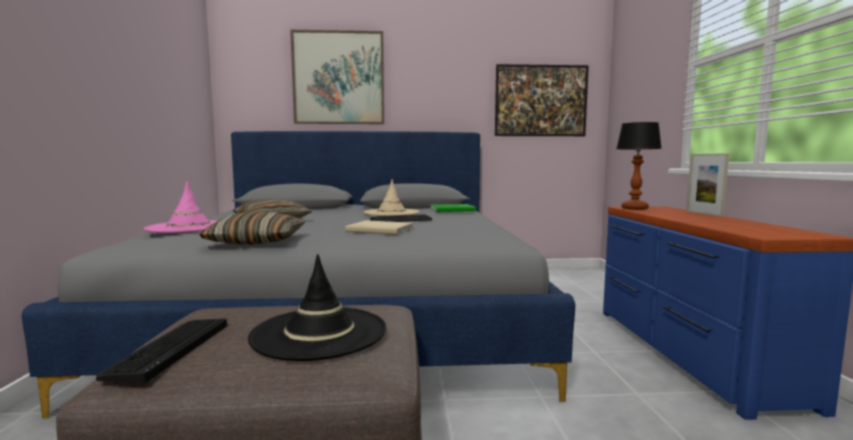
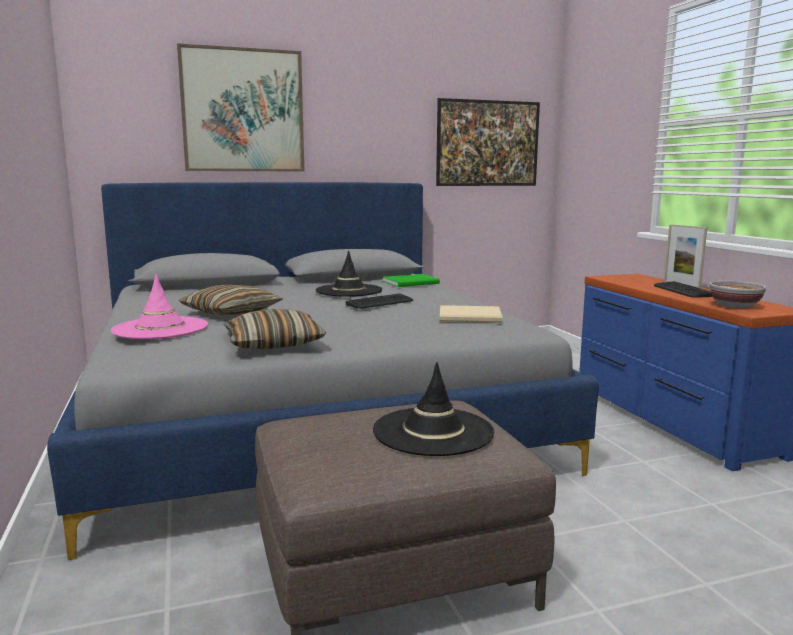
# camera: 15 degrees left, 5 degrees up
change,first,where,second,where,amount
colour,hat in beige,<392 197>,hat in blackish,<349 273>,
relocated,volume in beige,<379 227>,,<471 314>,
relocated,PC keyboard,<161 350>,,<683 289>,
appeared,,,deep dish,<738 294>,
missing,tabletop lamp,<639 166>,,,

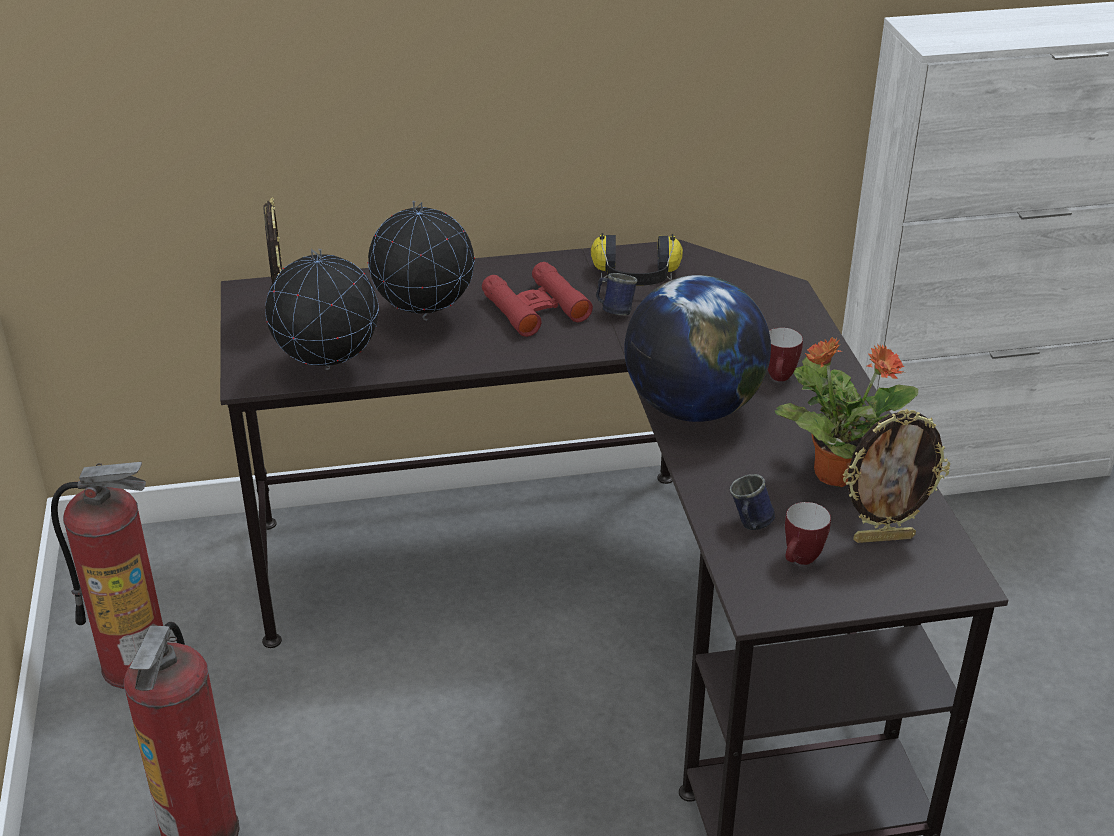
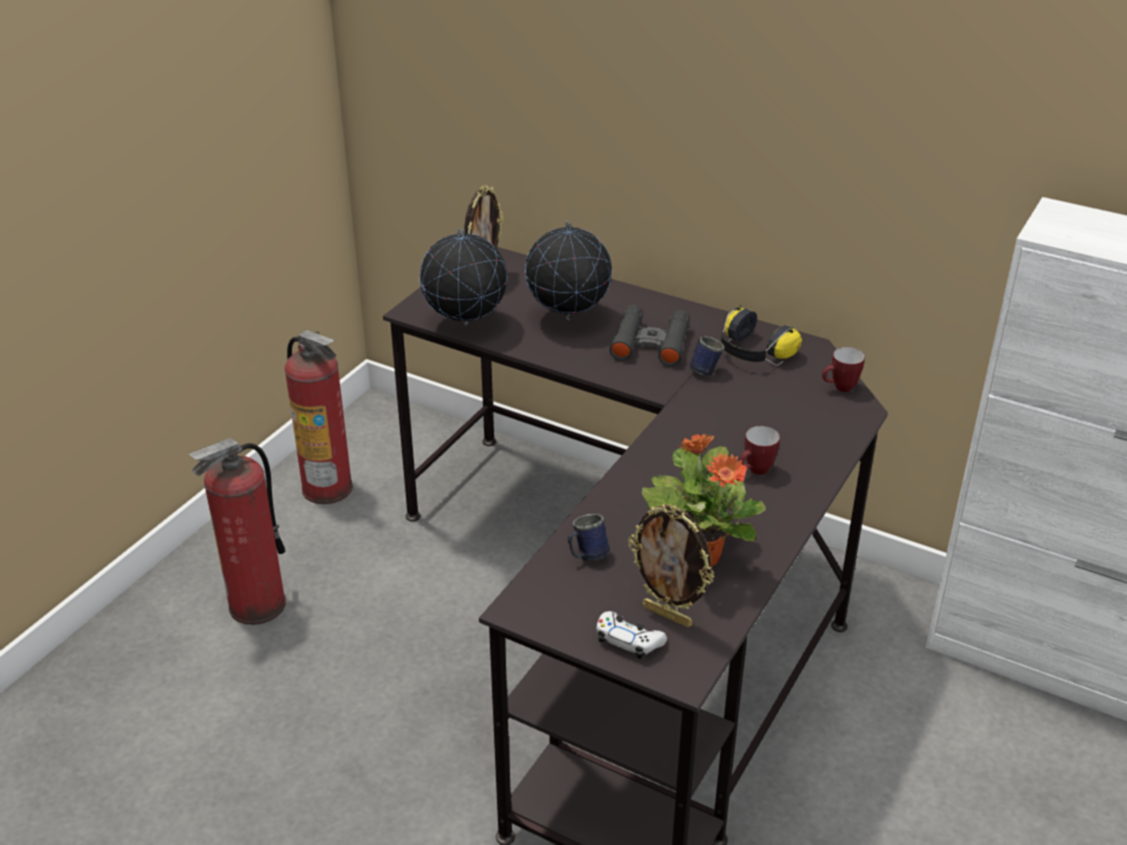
# camera: 40 degrees right, 0 degrees up
change,first,where,second,where,amount
appeared,,,game controller in whitish,<632 635>,
colour,pair of binoculars in reddish,<537 299>,pair of binoculars in blackish,<649 335>,
relocated,tea mug,<808 533>,,<843 369>,
missing,globe,<697 348>,,,

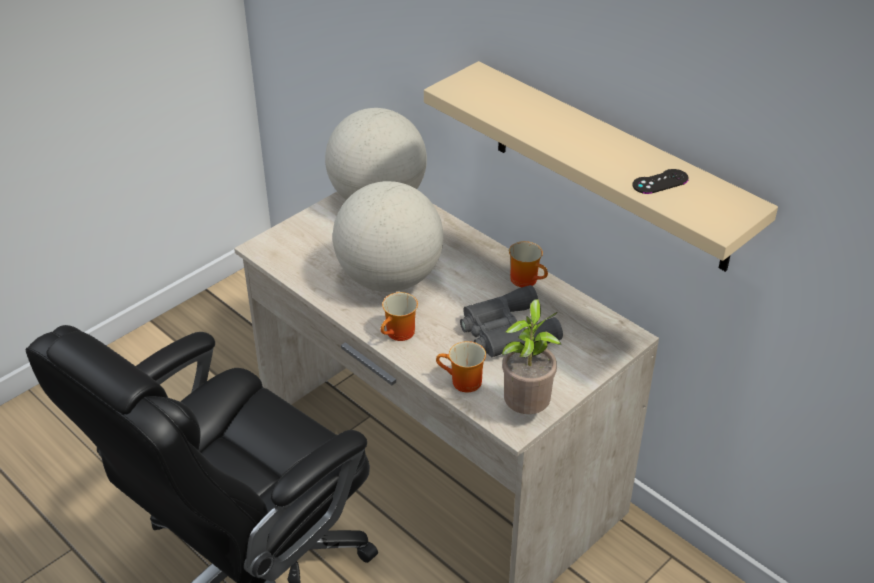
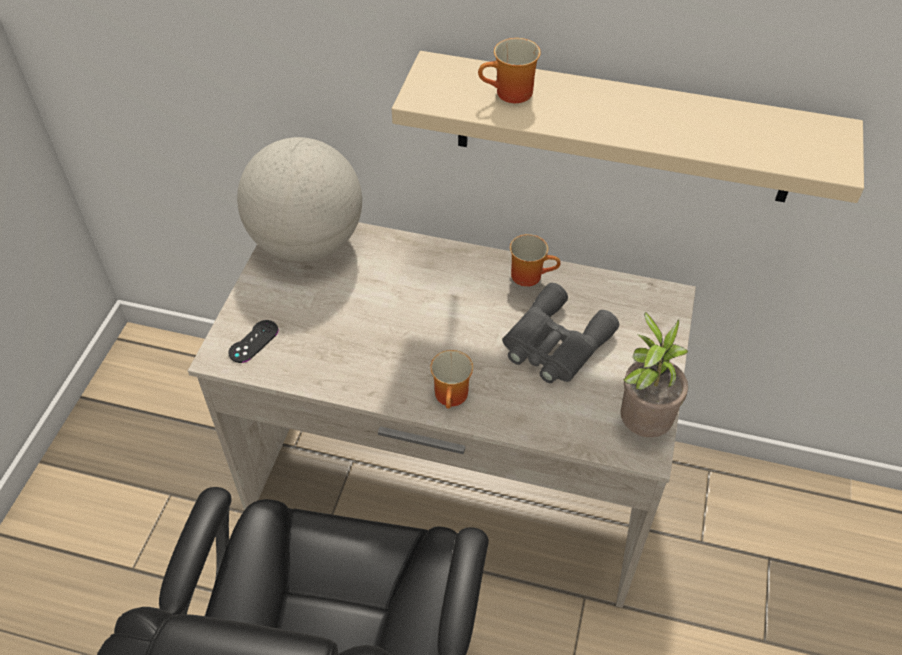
# camera: 30 degrees left, 10 degrees up
change,first,where,second,where,amount
relocated,game controller in blackish,<660 181>,,<253 341>,
relocated,tea mug,<461 367>,,<509 70>,
missing,globe,<388 236>,,,

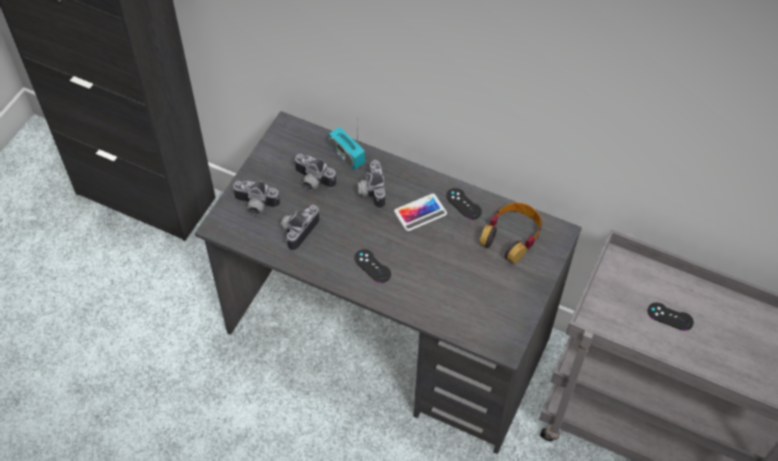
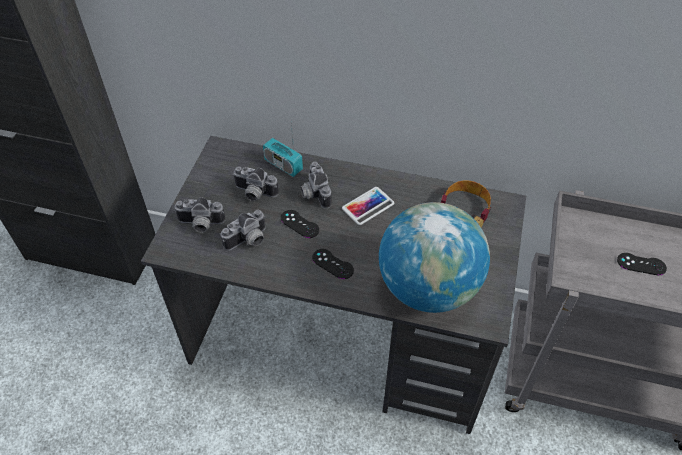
# camera: 10 degrees left, 5 degrees down
change,first,where,second,where,amount
spun,still camera,<300 228>,,<243 230>,150 degrees counterclockwise
relocated,game controller in blackish,<464 204>,,<300 224>,
appeared,,,globe,<434 257>,

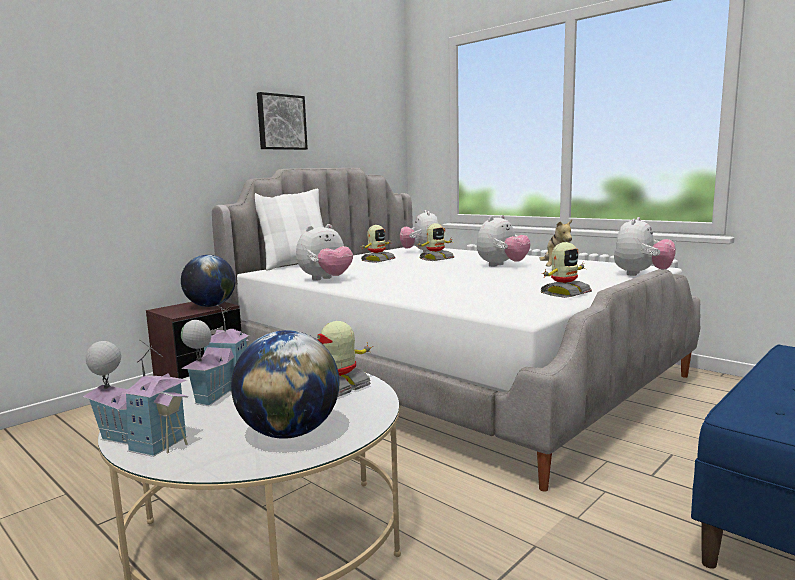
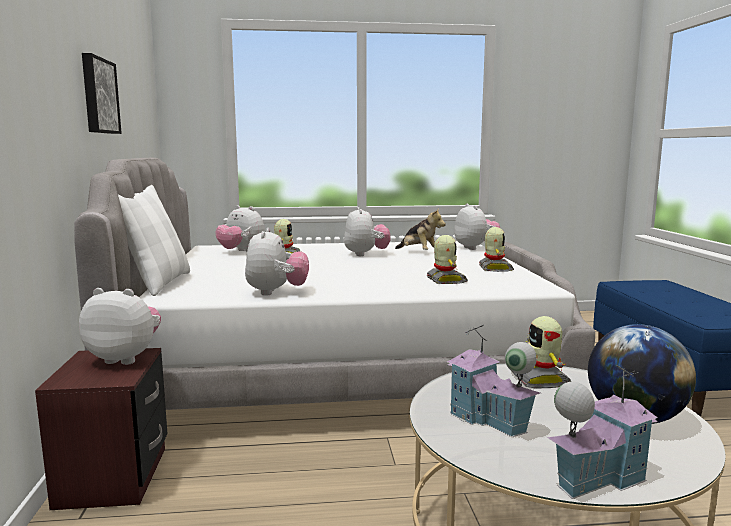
# camera: 50 degrees left, 0 degrees up
change,first,where,second,where,amount
exchanged,globe,<208 281>,cuddly toy,<120 326>,
relocated,toy robot,<378 244>,,<447 259>,

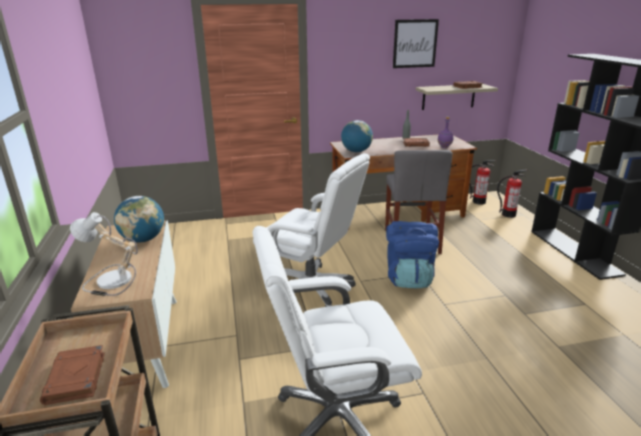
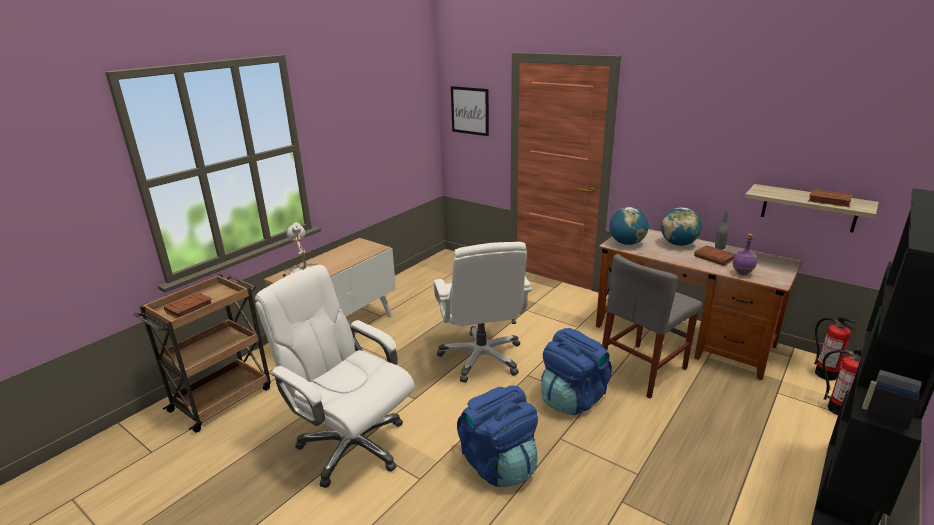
# camera: 50 degrees right, 0 degrees up
change,first,where,second,where,amount
relocated,wall art,<416 43>,,<470 111>,
appeared,,,backpack in blue,<497 436>,
relocated,globe,<139 219>,,<681 226>,

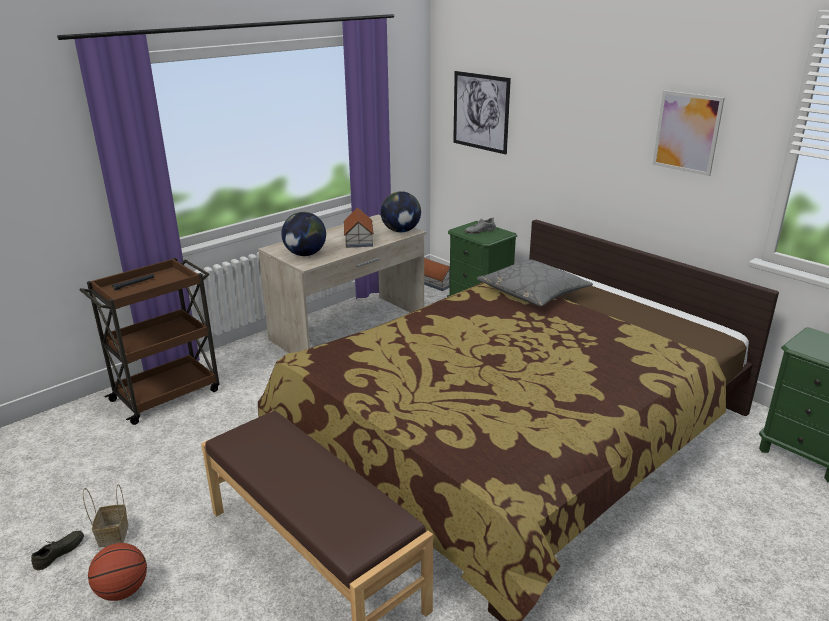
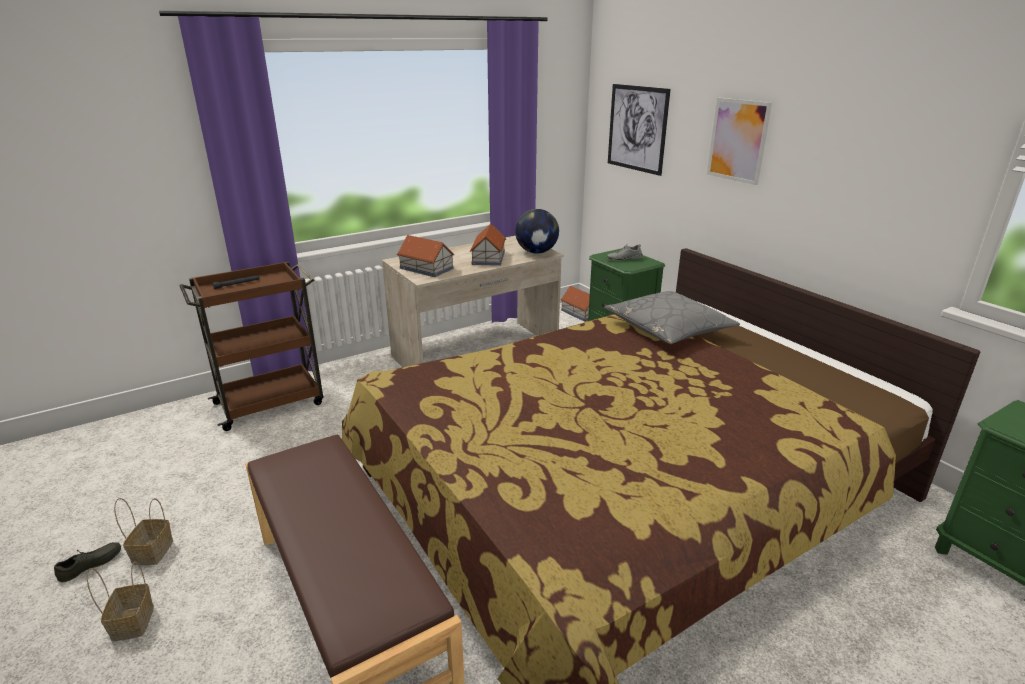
# camera: 10 degrees right, 0 degrees up
change,first,where,second,where,amount
exchanged,basketball ball,<117 572>,storage basket,<120 601>,
exchanged,globe,<303 234>,toy house,<426 256>,
relocated,wall art,<688 133>,,<739 141>,

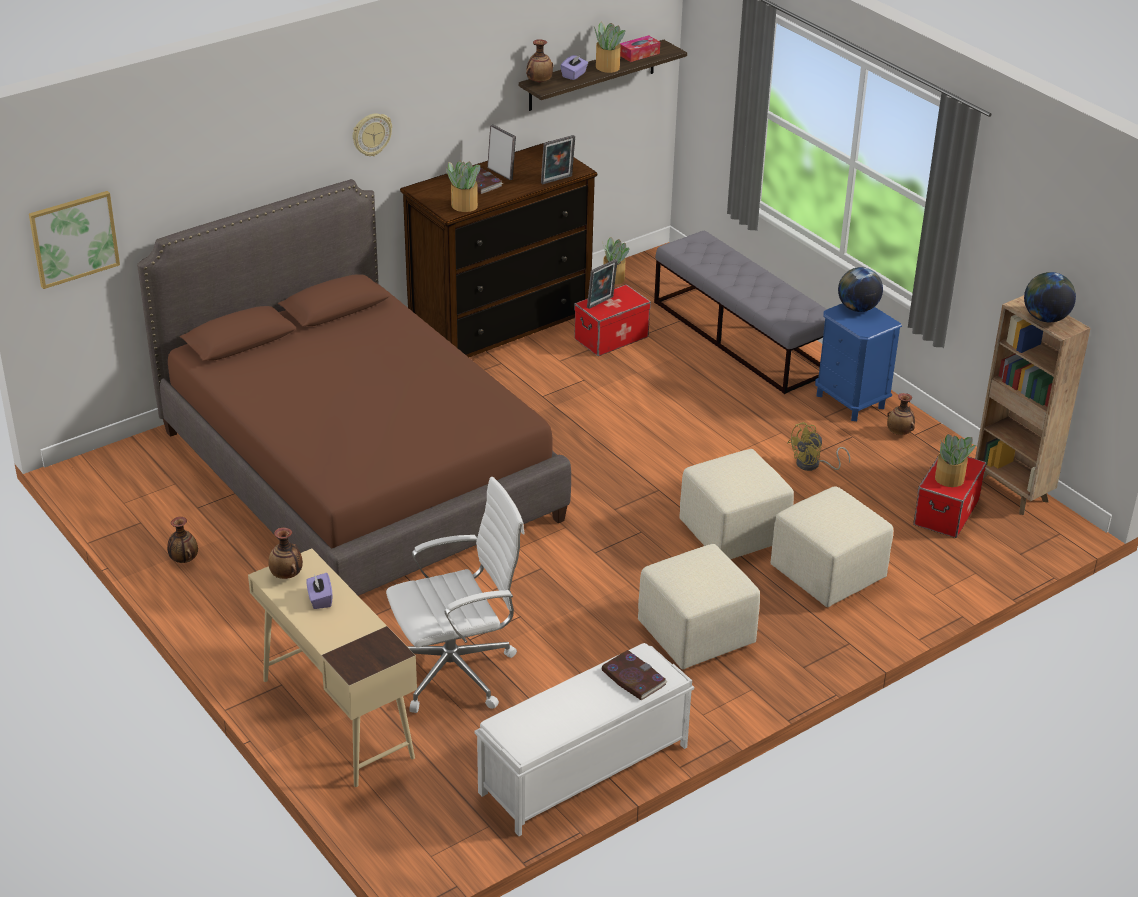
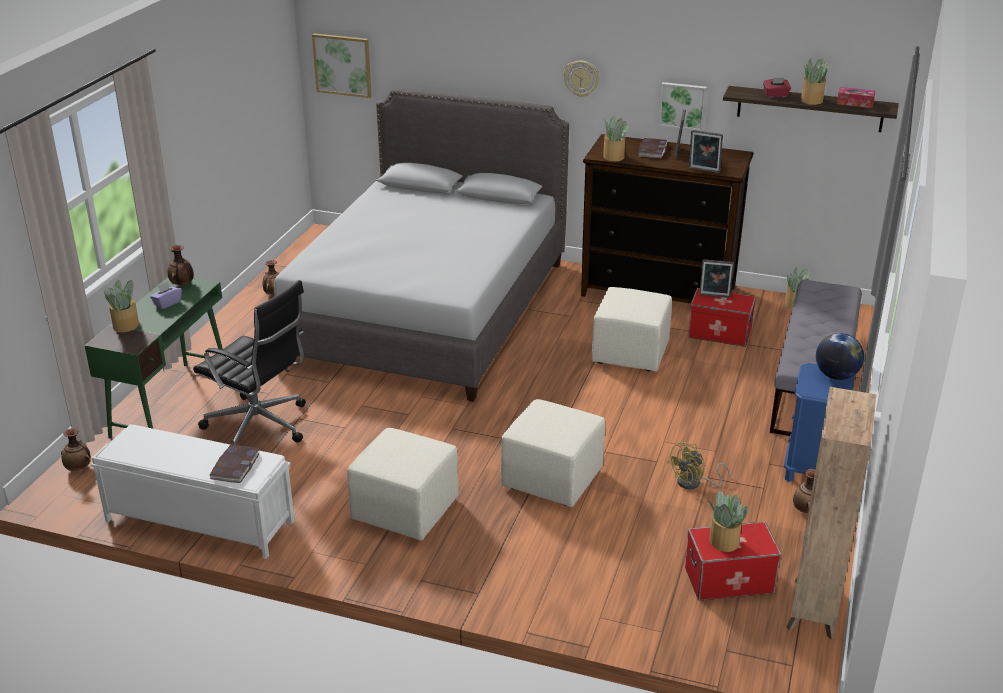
# camera: 55 degrees right, 5 degrees down
change,first,where,second,where,amount
relocated,flower vase,<539 61>,,<76 449>,
colour,desk unit in beige,<332 668>,desk unit in greenish,<153 358>,
appeared,,,plant in a pot,<121 306>,
colour,office chair in whitish,<455 595>,office chair in blackish,<249 362>,
colour,sleeping bed in brownish,<354 387>,sleeping bed in grey,<421 245>,
relocated,footrest in beige,<831 547>,,<632 329>,
appeared,,,wall art,<683 106>,
spun,cooling fan in yellow,<818 446>,,<699 465>,60 degrees counterclockwise
colour,tissue box in purple-coloured,<574 67>,tissue box in reddish,<777 88>,
missing,globe,<1050 297>,,,

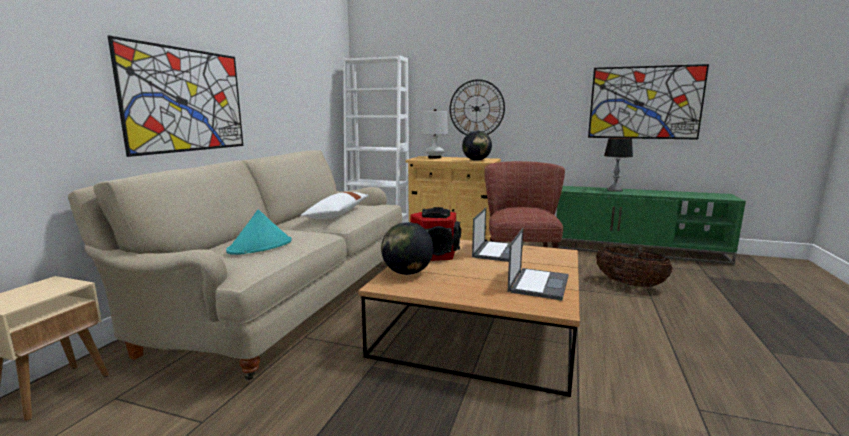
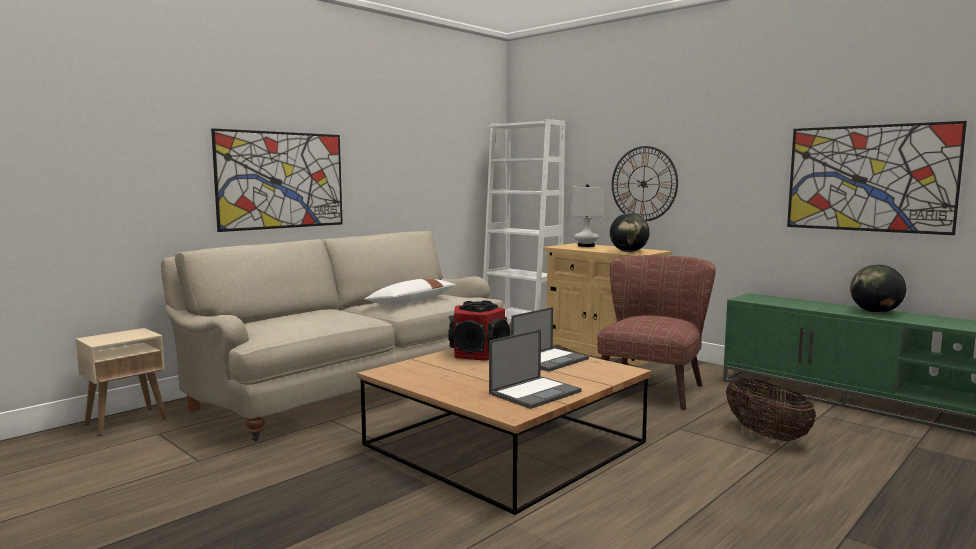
# camera: 25 degrees right, 5 degrees down
change,first,where,second,where,amount
relocated,globe,<407 248>,,<878 288>,
missing,hat in turquoise,<259 232>,,,
missing,tabletop lamp,<618 165>,,,

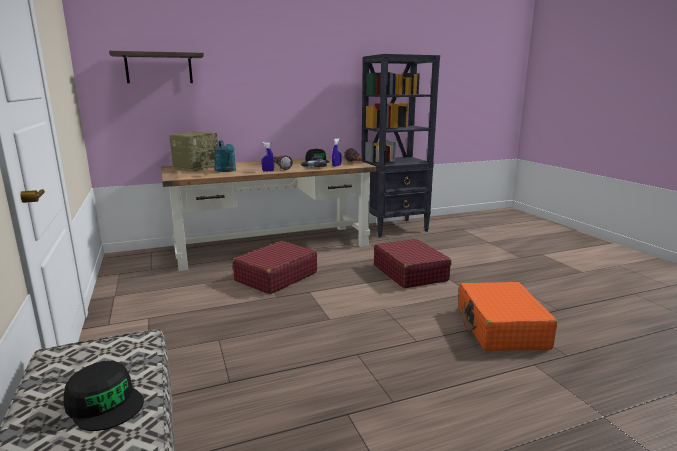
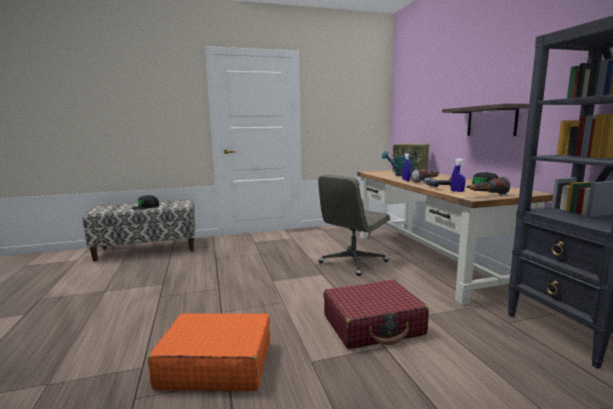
# camera: 95 degrees right, 5 degrees down
change,first,where,second,where,amount
exchanged,suitcase in reddish,<275 267>,office chair in grey,<354 225>,
relocated,shelf,<156 67>,,<485 120>,

